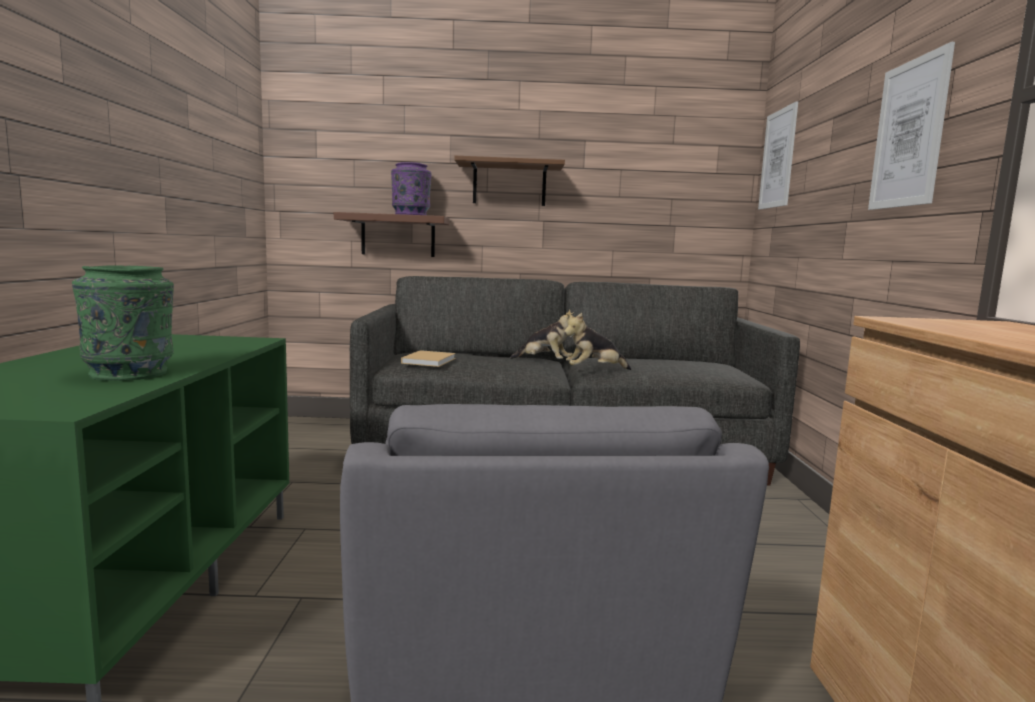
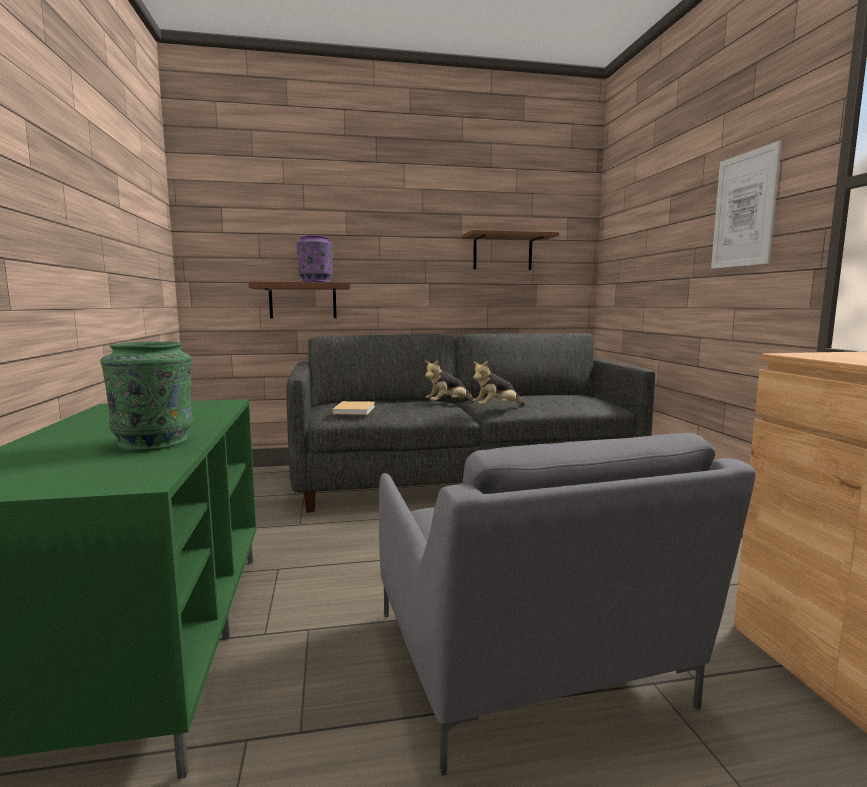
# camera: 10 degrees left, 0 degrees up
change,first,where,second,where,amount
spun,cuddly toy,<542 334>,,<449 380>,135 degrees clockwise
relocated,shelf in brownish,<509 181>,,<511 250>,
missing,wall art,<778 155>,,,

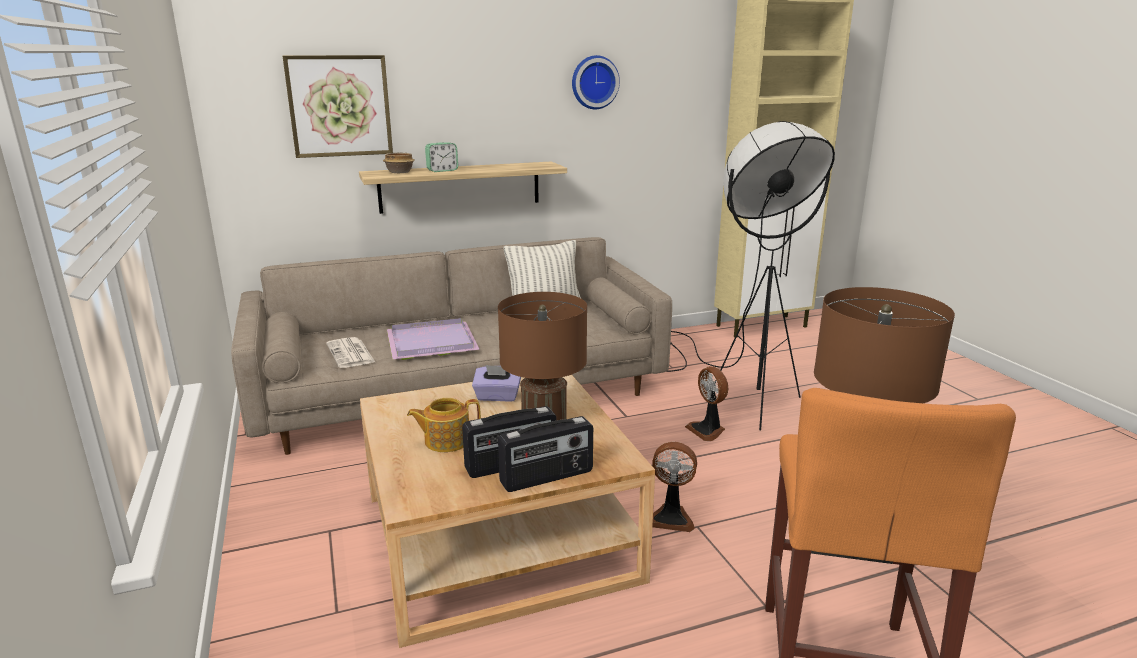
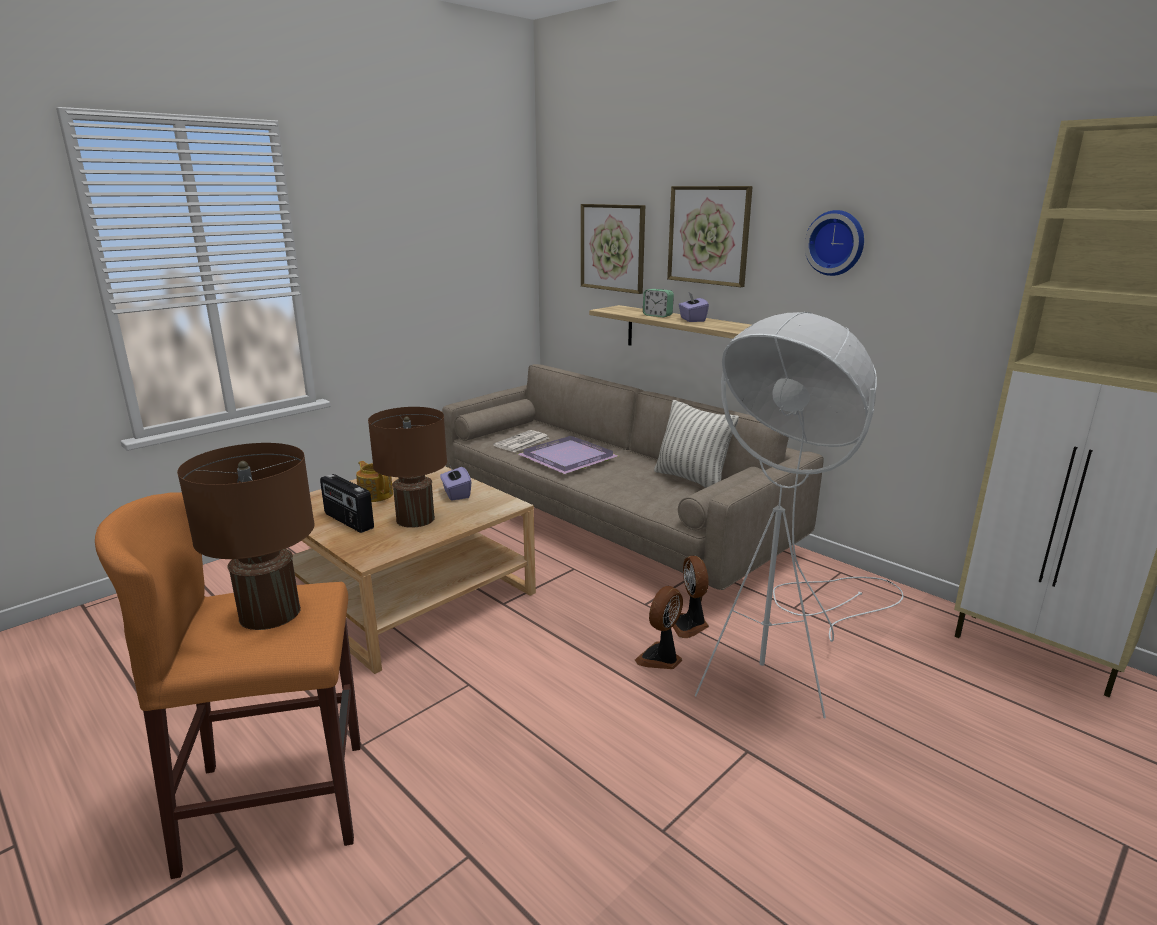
# camera: 65 degrees right, 0 degrees up
change,first,where,second,where,amount
appeared,,,wall art,<710 236>,
relocated,cooling fan,<674 487>,,<691 597>,
appeared,,,tissue box in purple-coloured,<693 307>,
colour,standing lamp in blackish,<750 275>,standing lamp in whitish,<799 515>,
missing,deep dish,<399 163>,,,
missing,radio set,<545 454>,,,

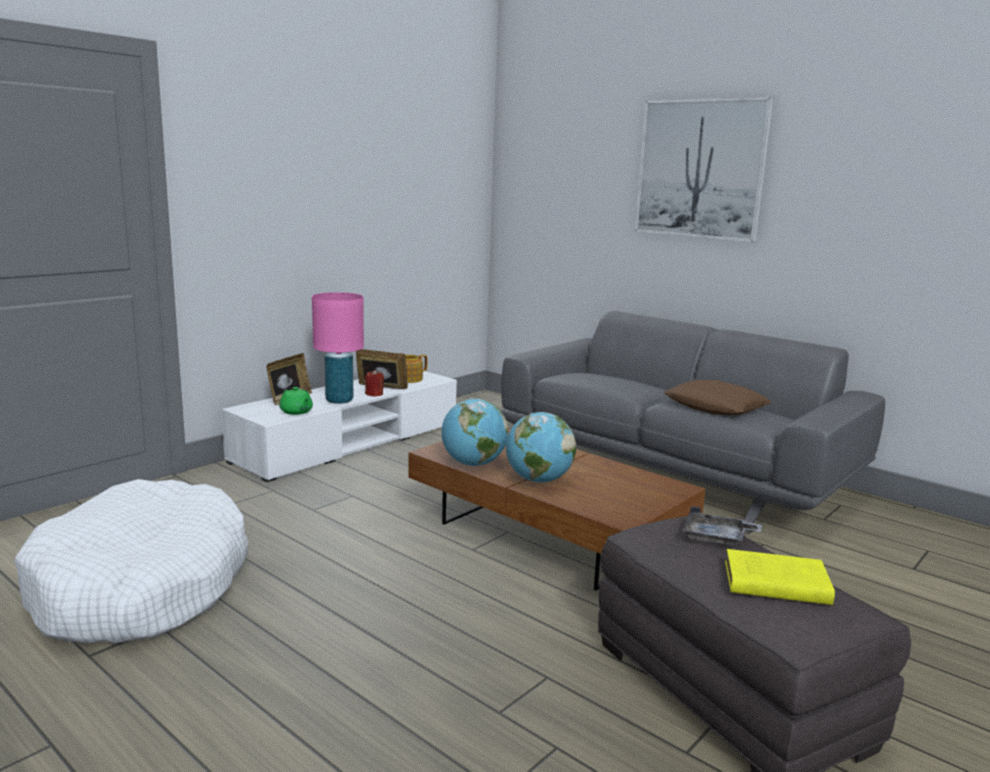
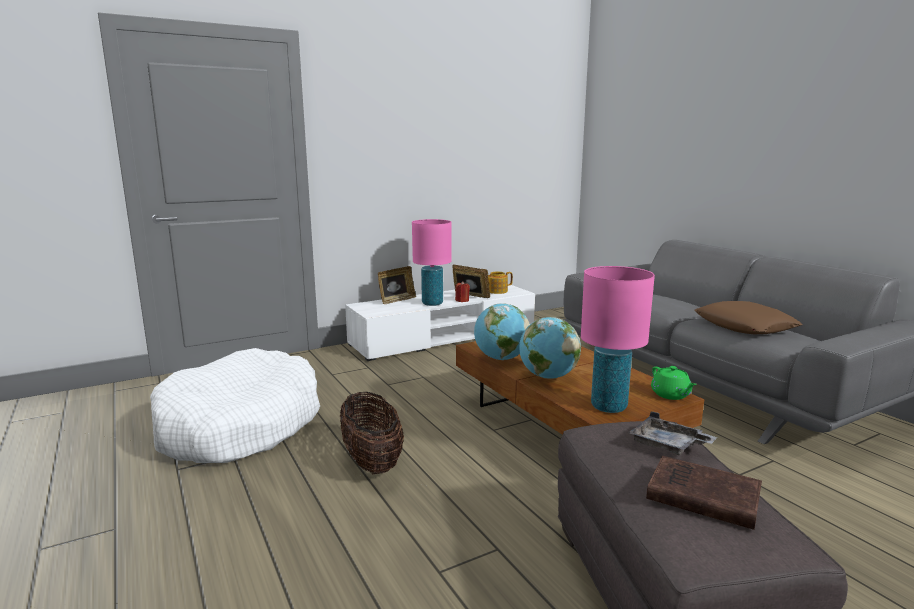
# camera: 20 degrees right, 0 degrees up
change,first,where,second,where,amount
appeared,,,storage basket,<372 433>,
appeared,,,tabletop lamp in pink-coloured,<618 339>,
colour,volume in yellow,<780 577>,volume in brownish,<704 492>,
relocated,tea pot in greenish,<296 401>,,<674 383>,
missing,wall art,<703 169>,,,

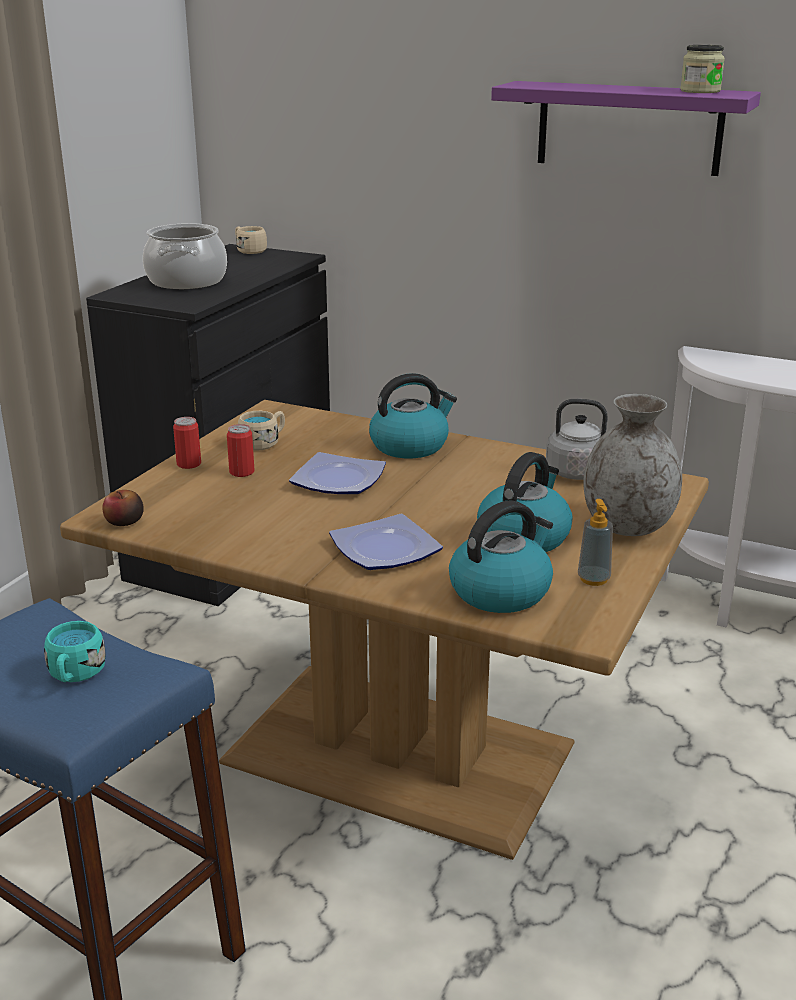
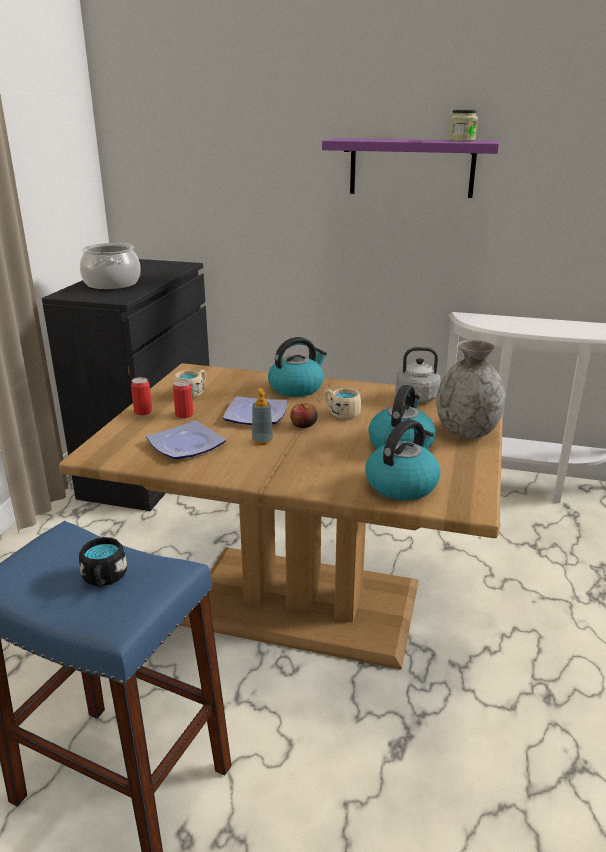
# camera: 10 degrees left, 0 degrees up
change,first,where,second,where,amount
colour,tea mug in turquoise,<75 651>,tea mug in blackish,<103 562>,
relocated,plate,<386 542>,,<186 439>,
relocated,liquid soap bottle,<595 542>,,<262 416>,
relocated,apple fruit,<123 508>,,<304 415>,
relocated,tea mug in beige,<251 240>,,<343 403>,

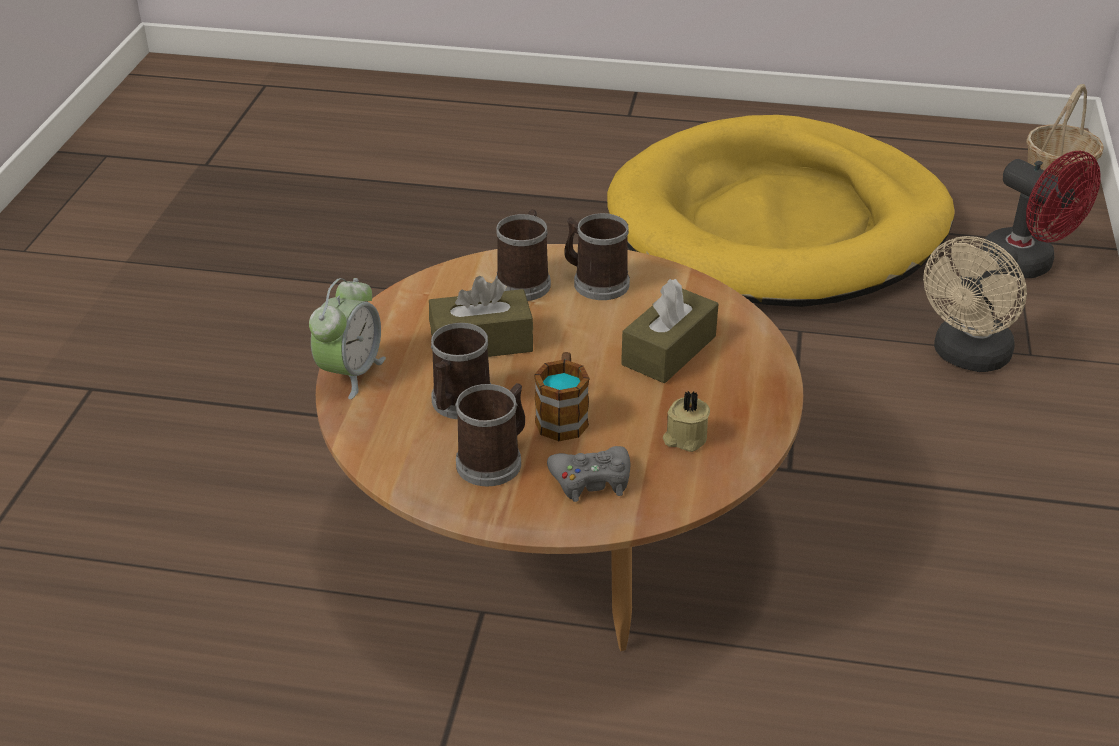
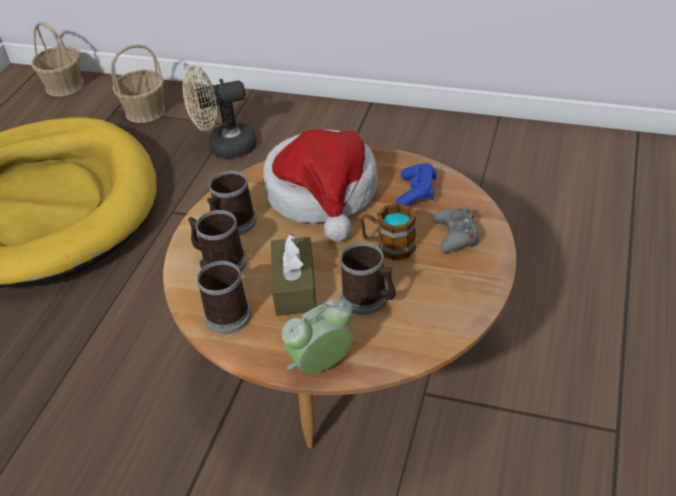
# camera: 80 degrees left, 5 degrees up
change,first,where,second,where,amount
exchanged,cooling fan in reddish,<1040 214>,storage basket,<138 83>,
spun,cooling fan in beige,<975 304>,,<220 112>,120 degrees clockwise
relocated,tea mug,<490 434>,,<224 296>,
exchanged,tissue box in brownish,<669 331>,hat,<320 185>,
spun,table clock,<347 338>,,<317 336>,60 degrees counterclockwise
exchanged,wax candle in beige,<686 421>,game controller in blue,<416 184>,

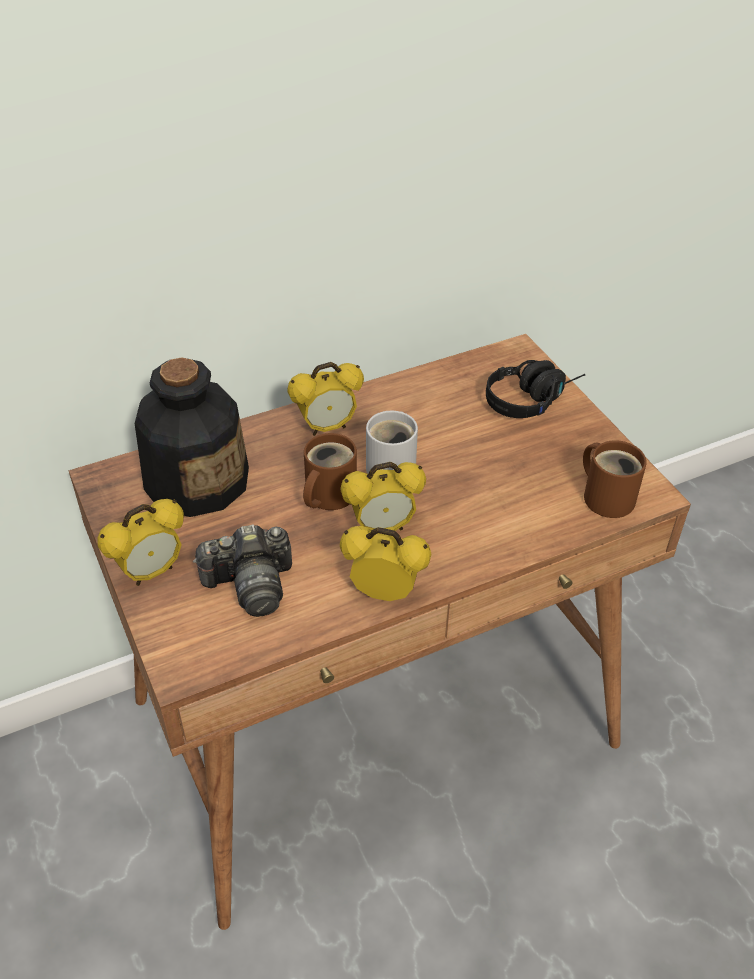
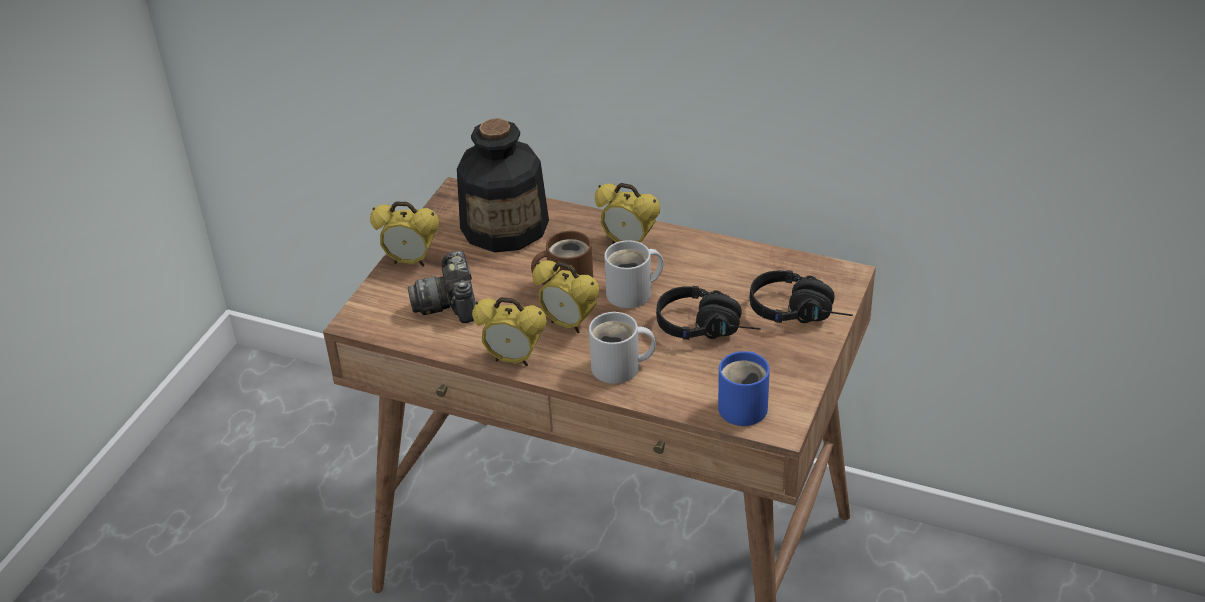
# camera: 50 degrees right, 5 degrees down
change,first,where,second,where,amount
spun,still camera,<242 570>,,<442 286>,45 degrees clockwise
spun,table clock,<385 563>,,<509 331>,135 degrees clockwise
appeared,,,tea mug in whitish,<622 348>,
appeared,,,headset in blackish,<708 313>,
colour,tea mug in brownish,<615 479>,tea mug in blue,<744 388>,

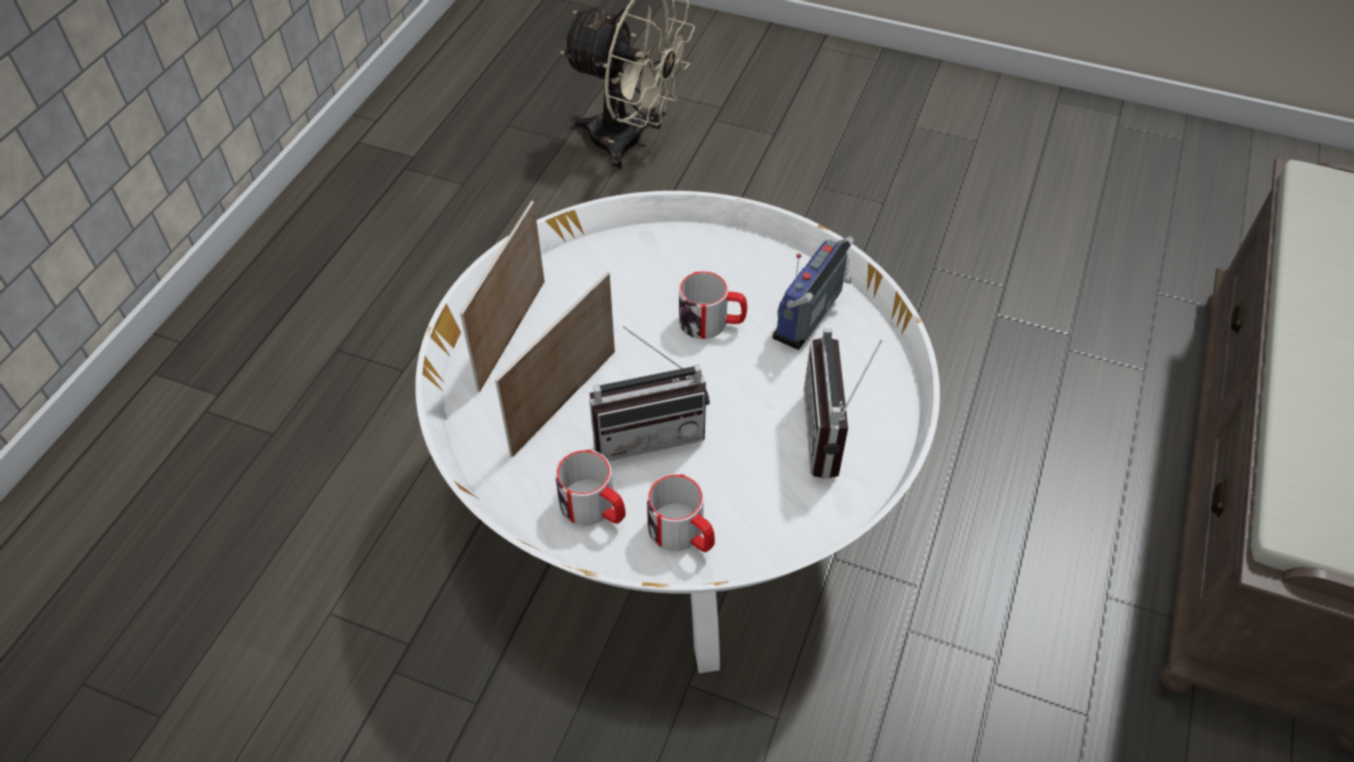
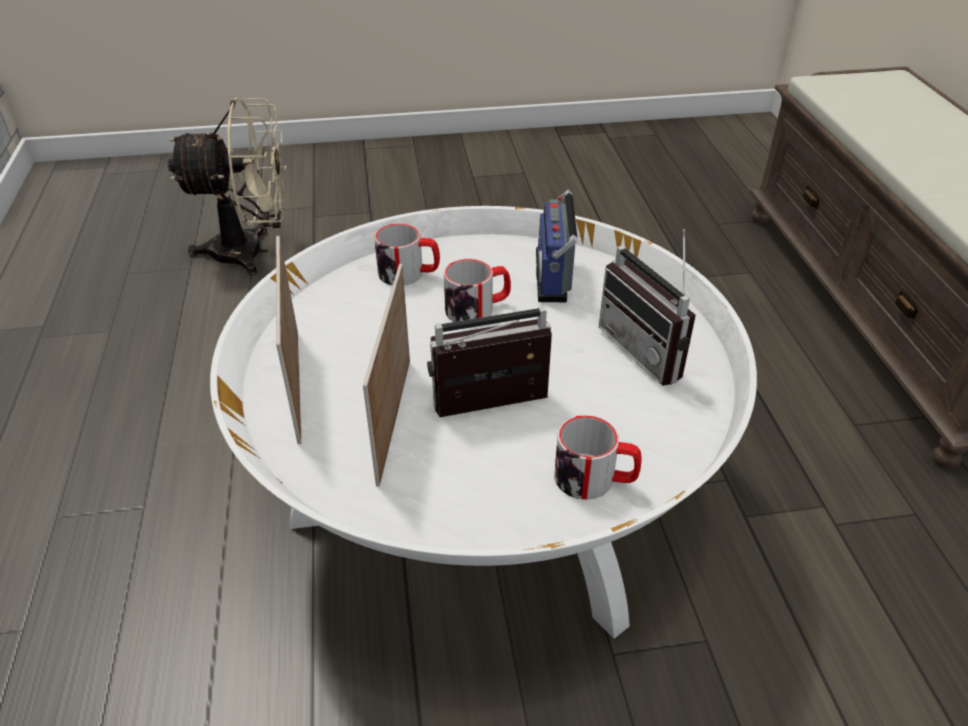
# camera: 30 degrees left, 10 degrees down
change,first,where,second,where,amount
relocated,tea mug,<590 487>,,<407 254>,
spun,radio set,<649 393>,,<489 361>,150 degrees counterclockwise

